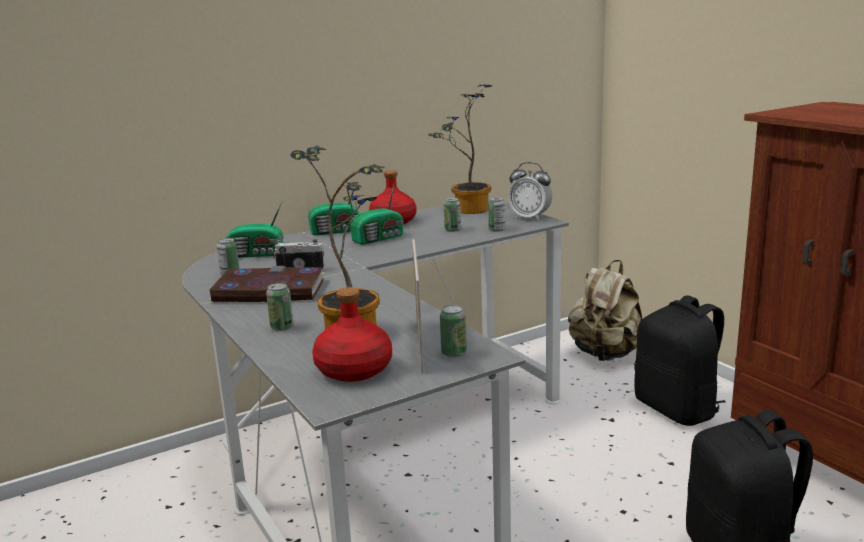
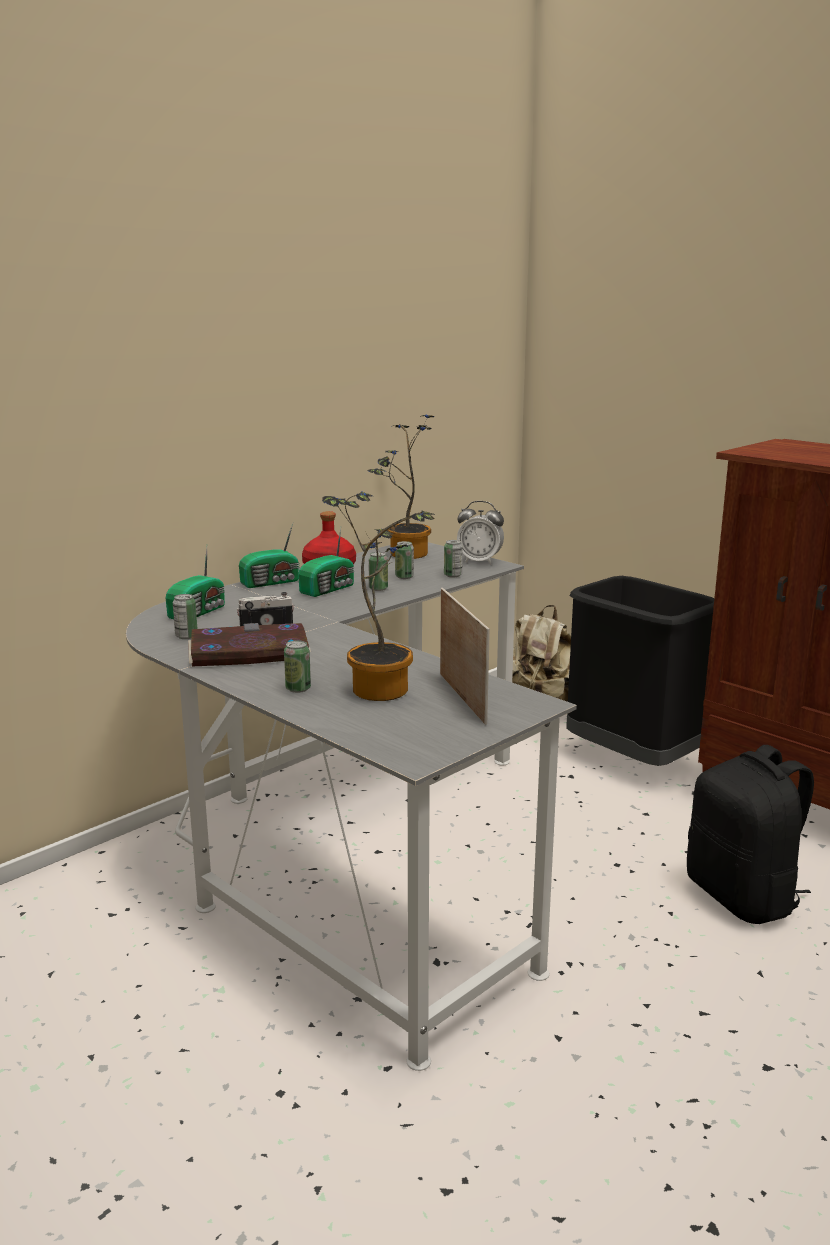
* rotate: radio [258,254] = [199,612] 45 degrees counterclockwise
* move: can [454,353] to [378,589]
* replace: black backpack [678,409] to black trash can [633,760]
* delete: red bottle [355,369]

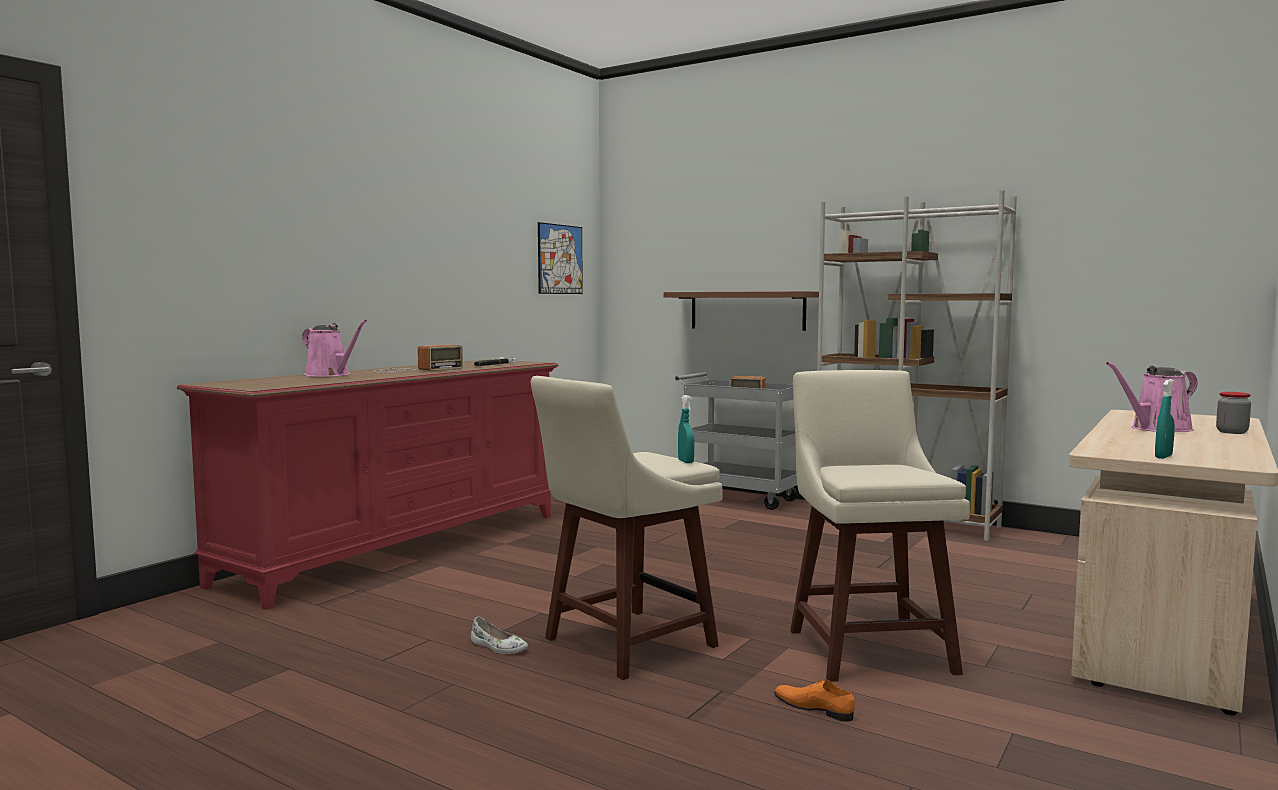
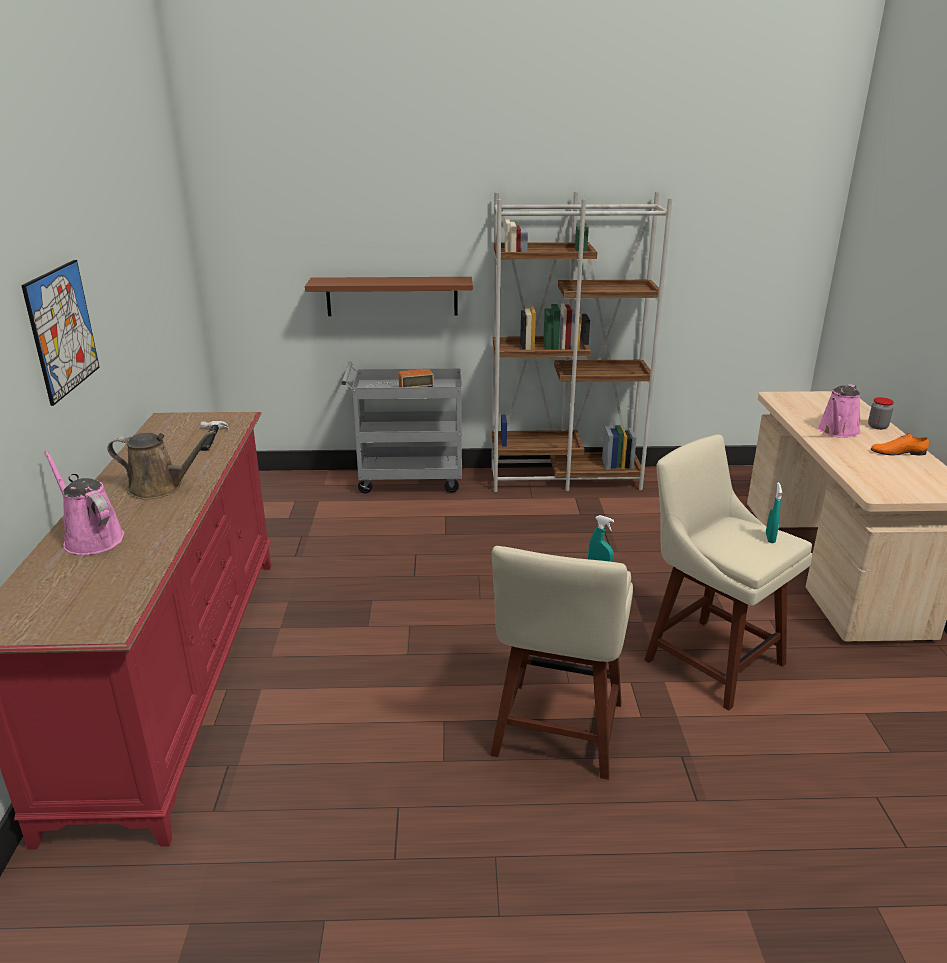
* move: picture [560,259] to [62,330]
* rotate: pink watering can [330,375] = [91,538] 135 degrees counterclockwise
* replace: radio [414,370] to brown watering can [160,488]
* move: turquoise spray bottle [1163,457] to [770,538]
* move: orange shoe [814,707] to [897,452]
* delete: white shoe [498,647]

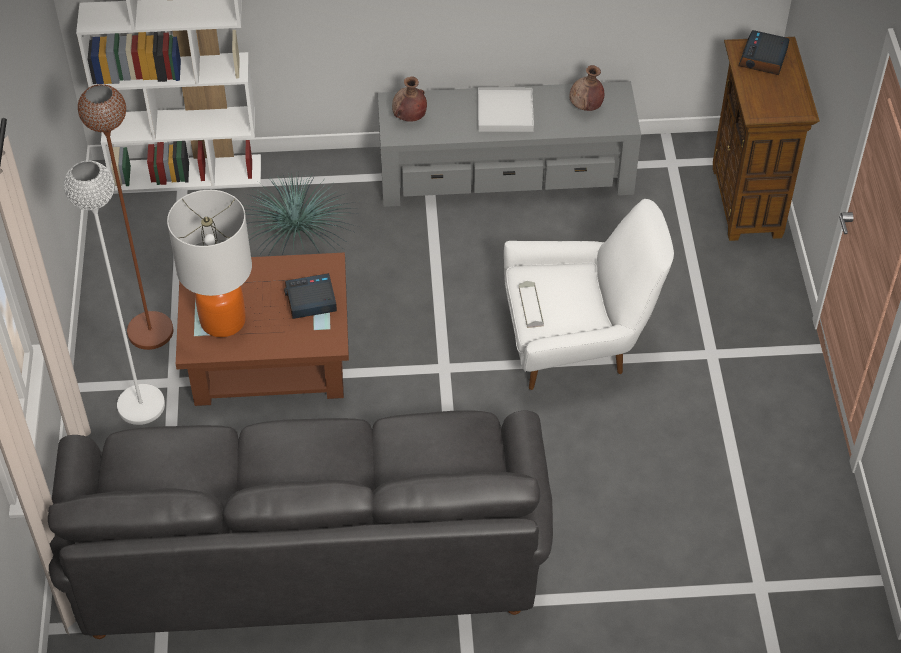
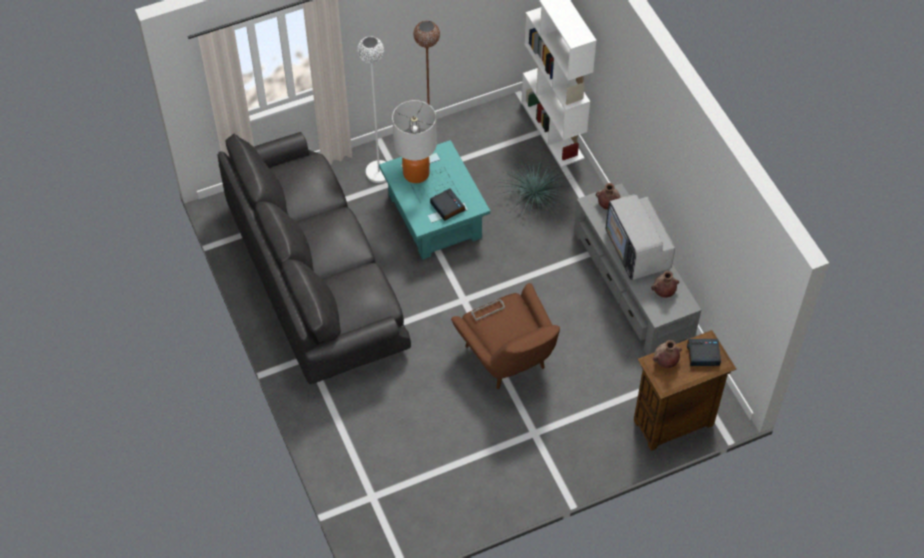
* recolor: brown coffee table [268,359] to turquoise coffee table [434,216]
* recolor: white armchair [576,345] to brown armchair [509,360]
* replace: white tray [505,112] to television [637,251]
* insert: brown vase [665,361]

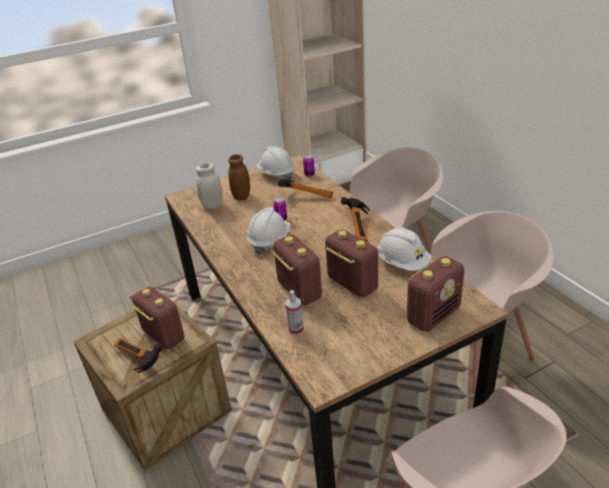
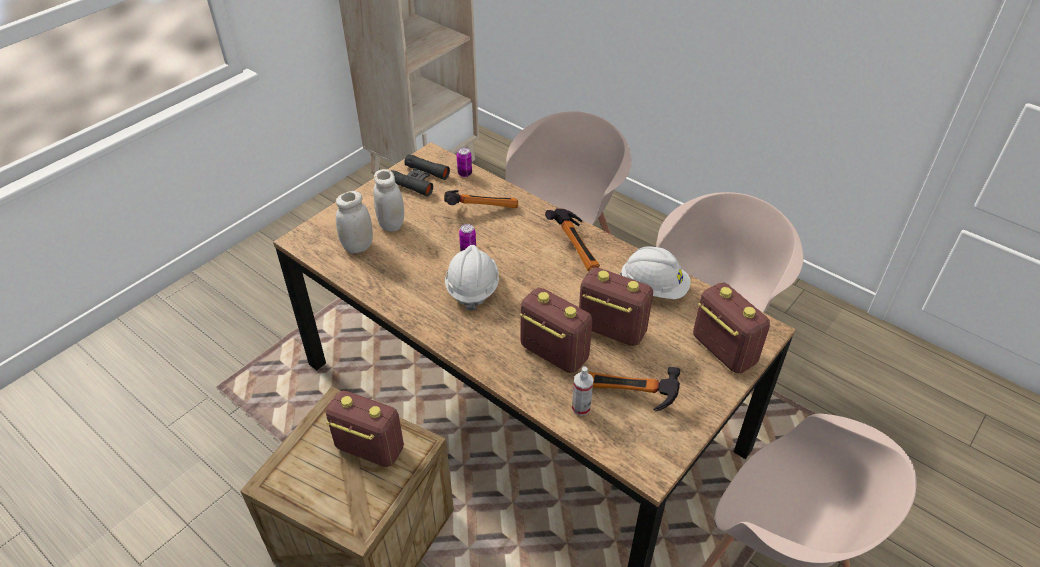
* recolor: brown jar [242,196] to white jar [391,224]
* replace: white hard hat [276,174] to black binoculars [419,180]
* move: hammer [135,361] to [629,398]
* rotate: radio [433,315] = [722,350] 60 degrees counterclockwise

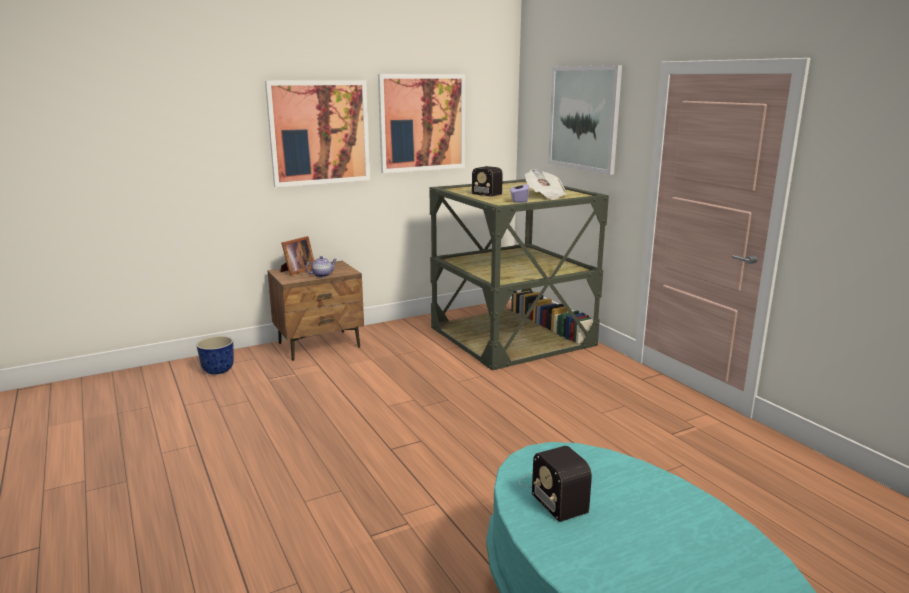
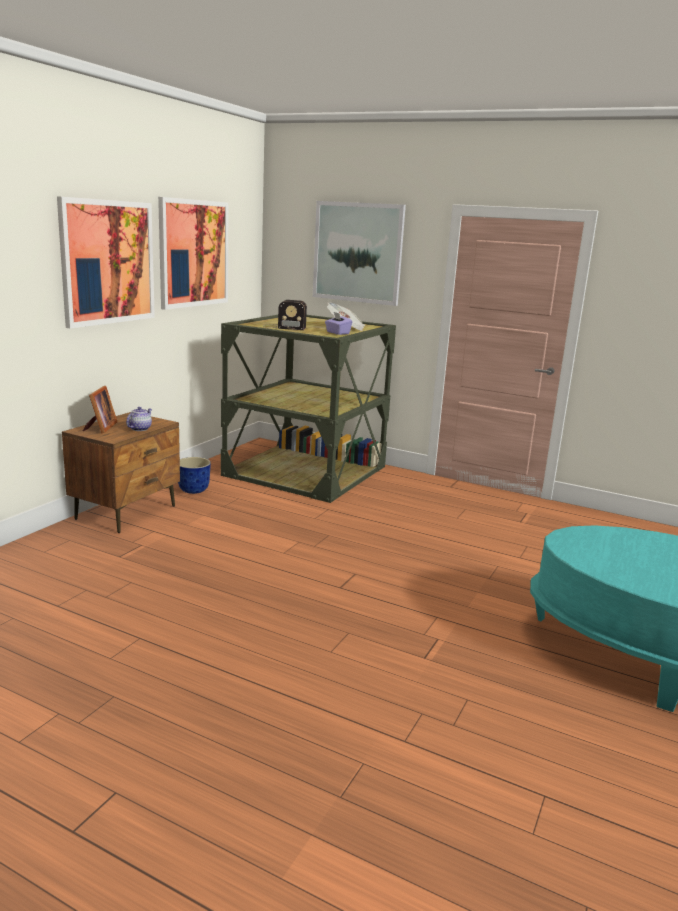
* move: planter [217,370] to [193,490]
* delete: radio [552,492]

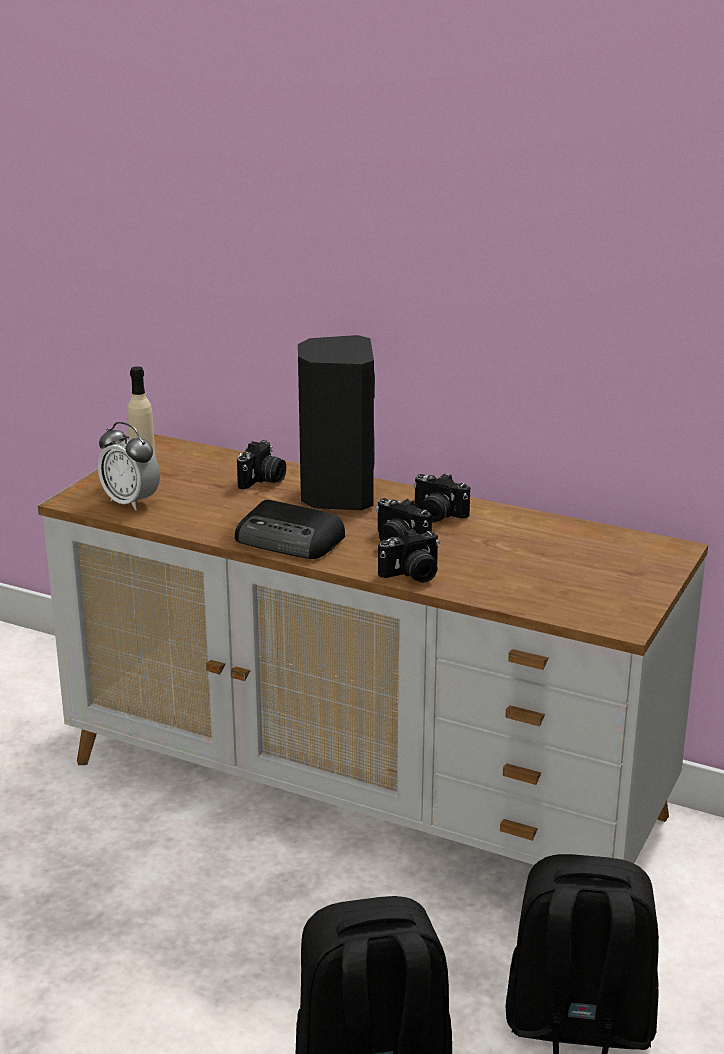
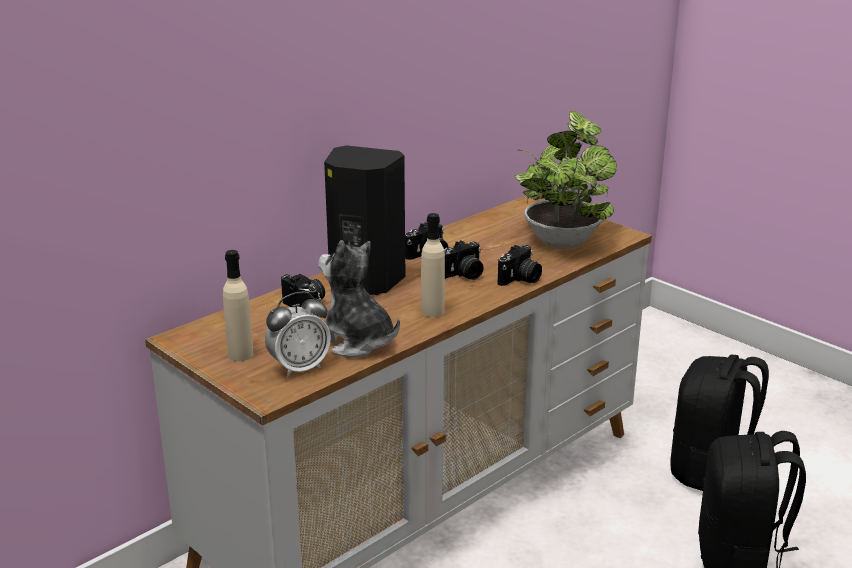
* insert: plush toy [356,342]
* replace: radio [290,540] to beige bottle [432,311]
* rotate: photo camera [412,575] = [520,279] 45 degrees clockwise
* insert: potted plant [562,239]

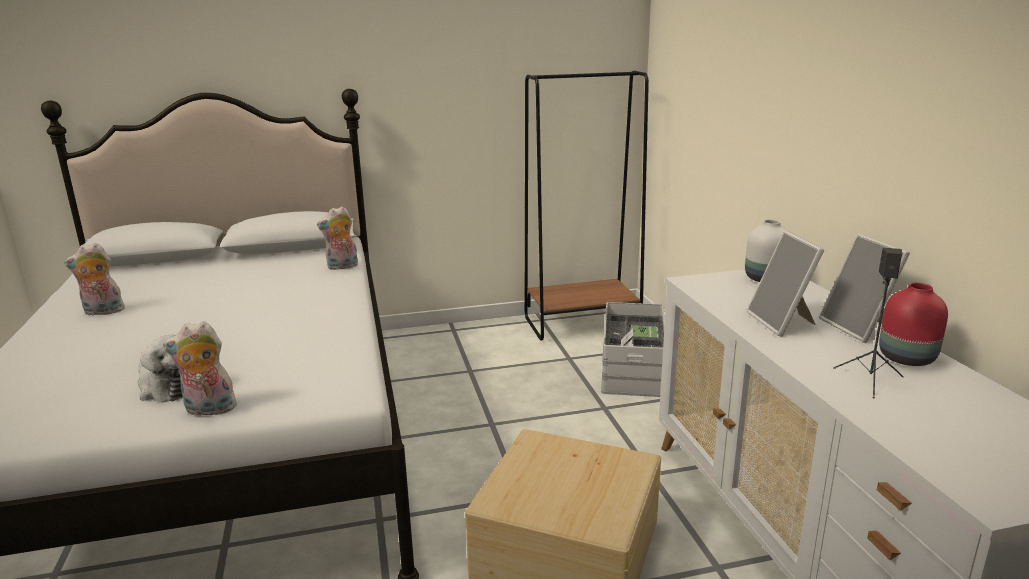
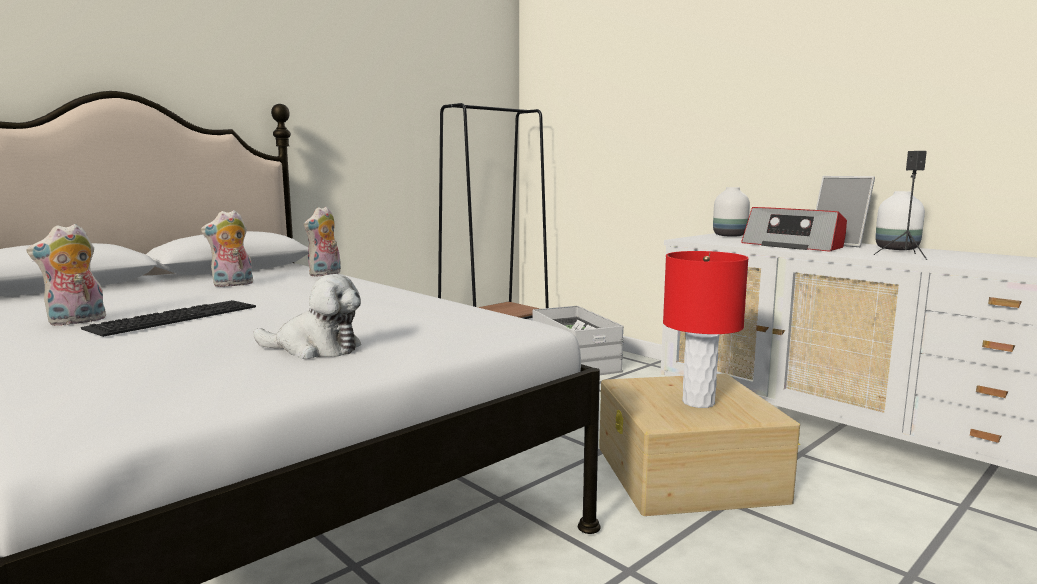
* insert: keyboard [174,316]
* move: plush toy [208,410] to [232,285]
* insert: red table lamp [698,402]
* replace: picture frame [782,323] to radio [793,246]
* recolor: red vase [906,358] to white vase [895,249]

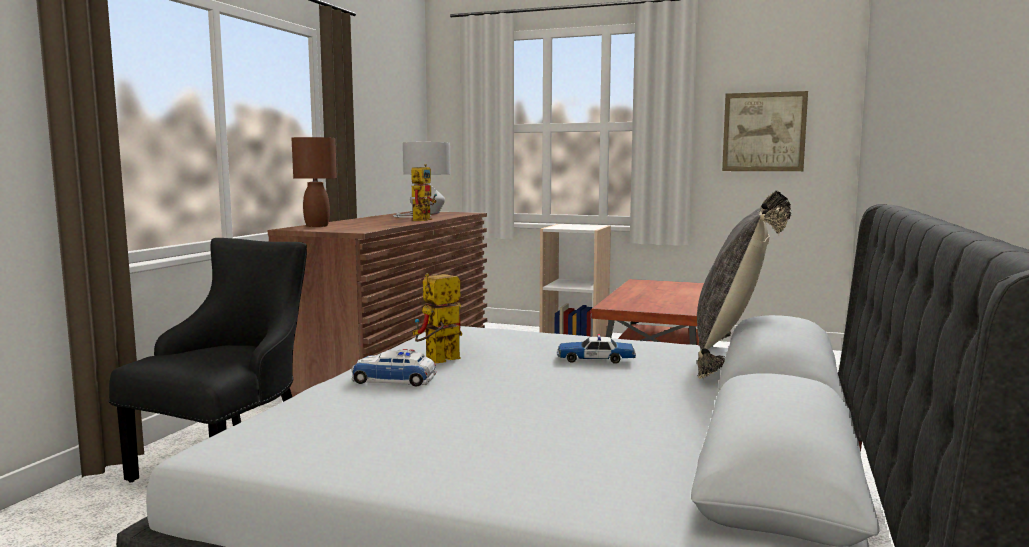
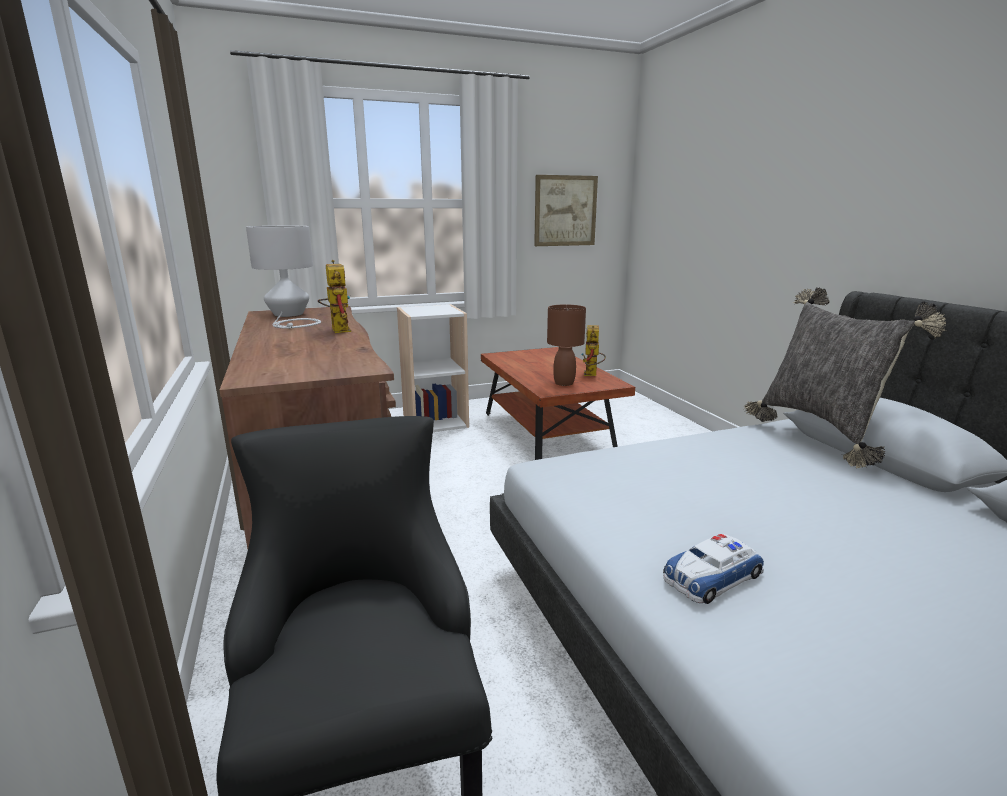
* move: brown table lamp [317,226] to [564,383]
* move: toy robot [437,361] to [592,375]
* delete: toy car [595,359]

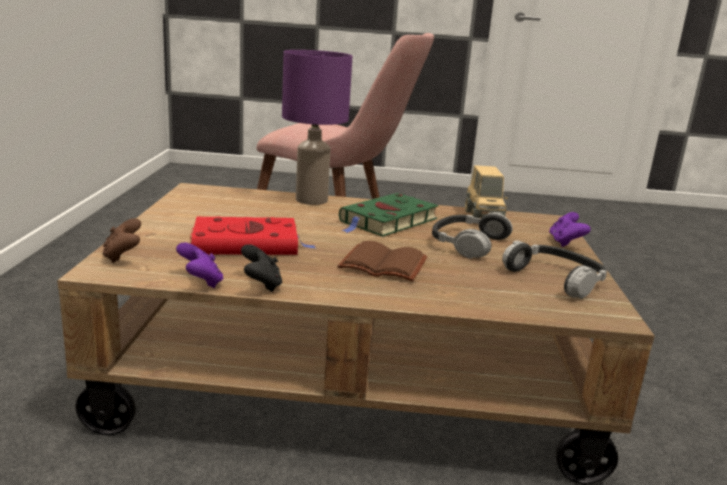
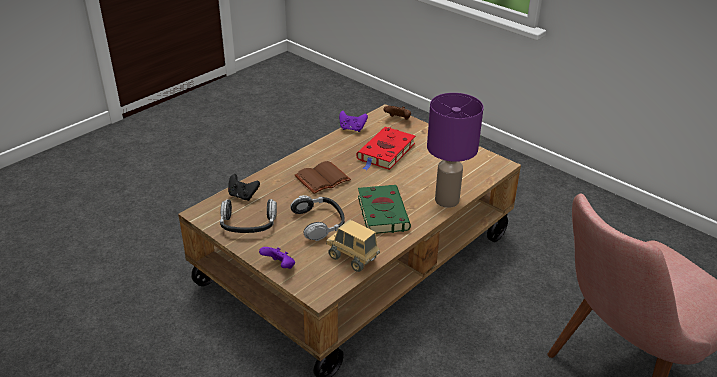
* move: black game controller [261,285] to [243,196]

